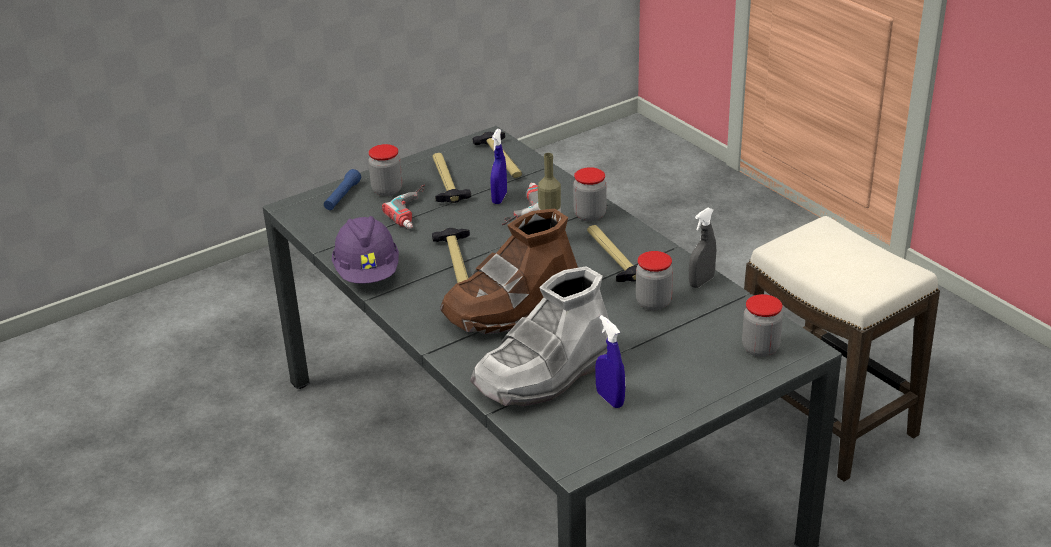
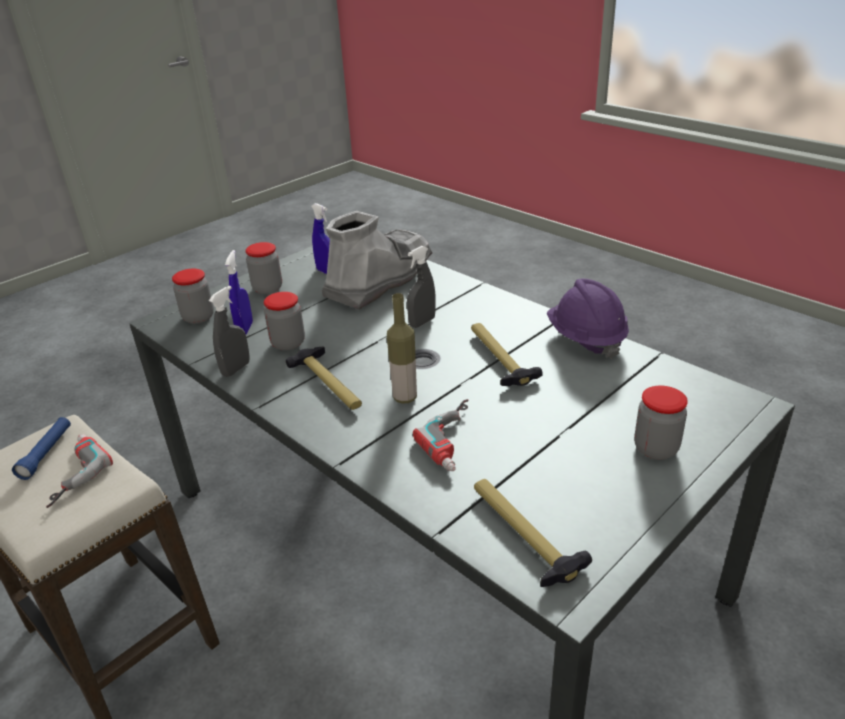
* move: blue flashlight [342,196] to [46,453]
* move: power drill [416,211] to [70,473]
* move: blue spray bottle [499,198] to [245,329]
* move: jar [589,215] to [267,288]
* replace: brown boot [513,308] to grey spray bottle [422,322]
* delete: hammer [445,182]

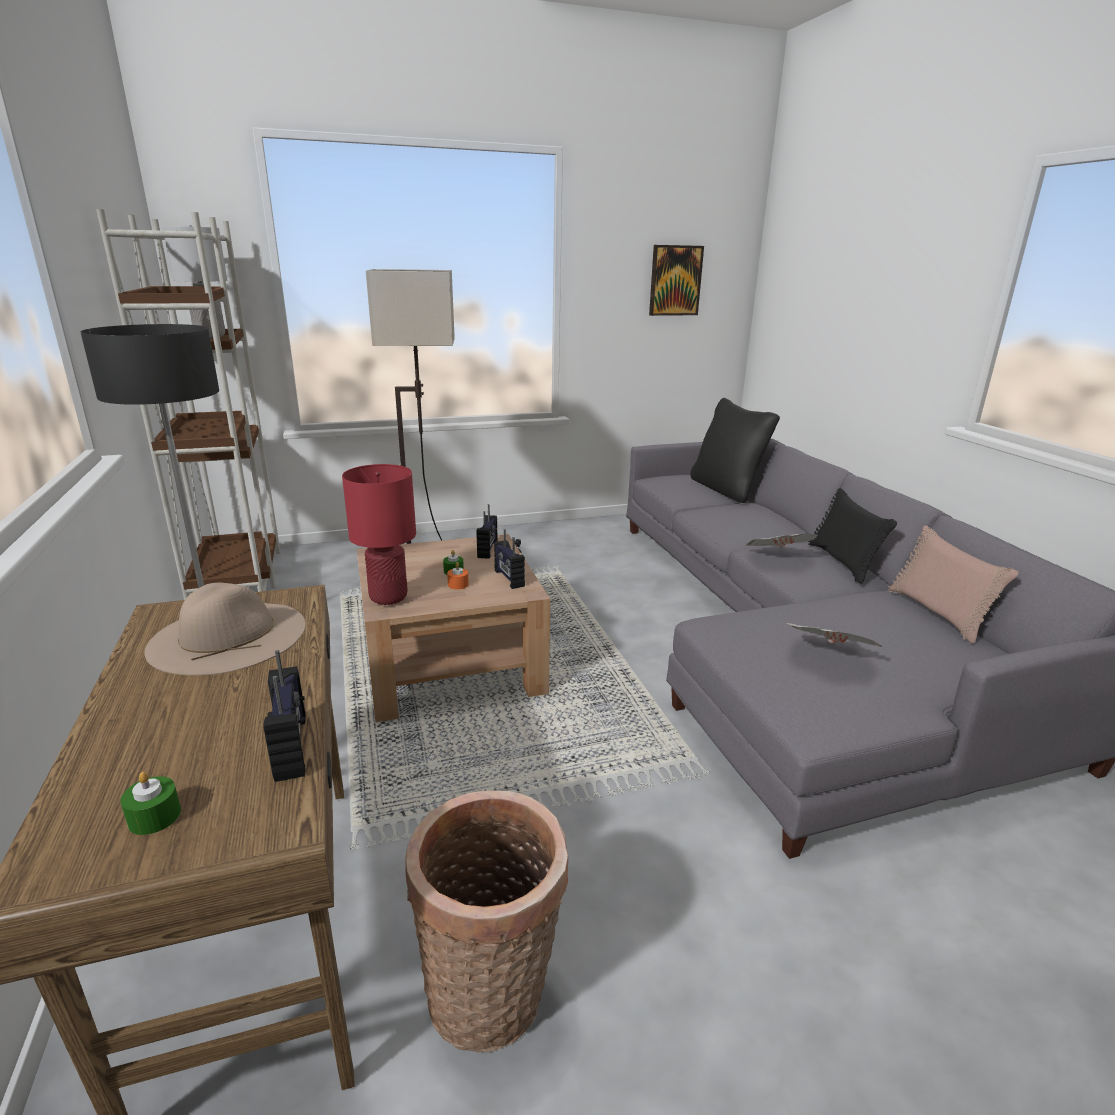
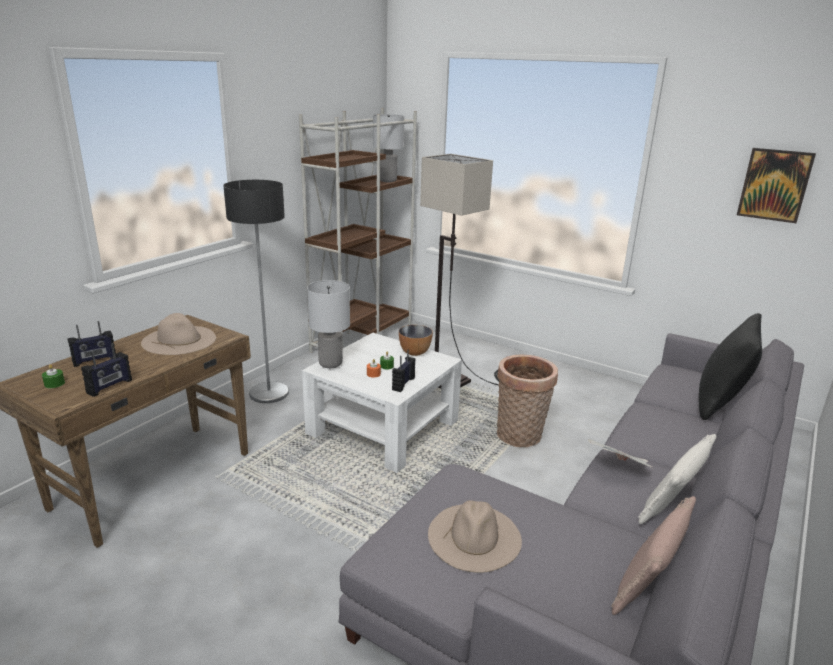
* move: radio [488,550] to [95,360]
* recolor: brown coffee table [451,663] to white coffee table [383,427]
* recolor: red table lamp [389,599] to grey table lamp [331,365]
* insert: bowl [414,352]
* replace: newspaper [829,656] to beige hat [474,536]
* move: basket [492,997] to [520,437]
* recolor: black pillow [843,562] to white pillow [671,504]

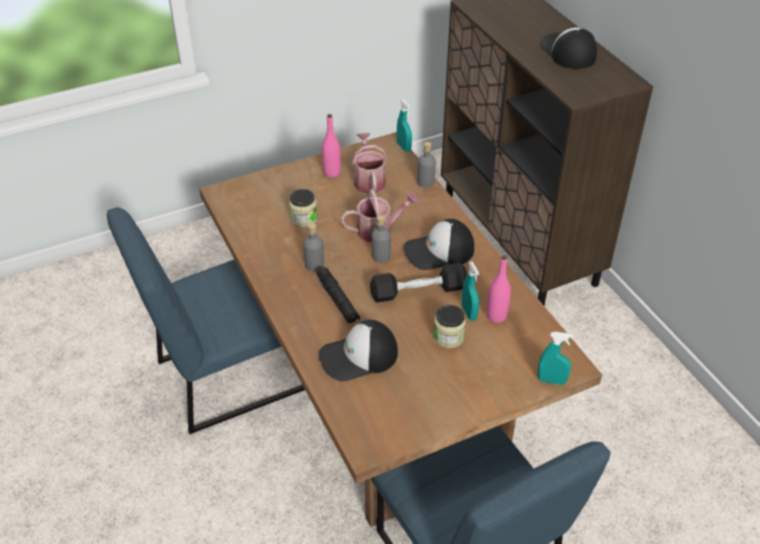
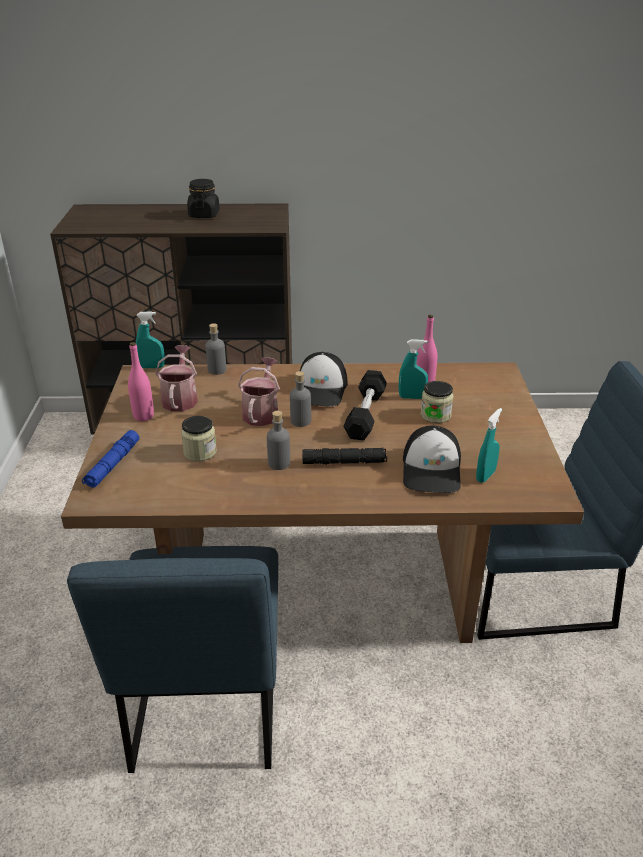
* insert: blue flashlight [113,465]
* rotate: watering can [368,180] = [180,398] 75 degrees clockwise
* replace: cap [567,52] to black jar [204,215]
* move: turquoise spray bottle [551,380] to [485,476]

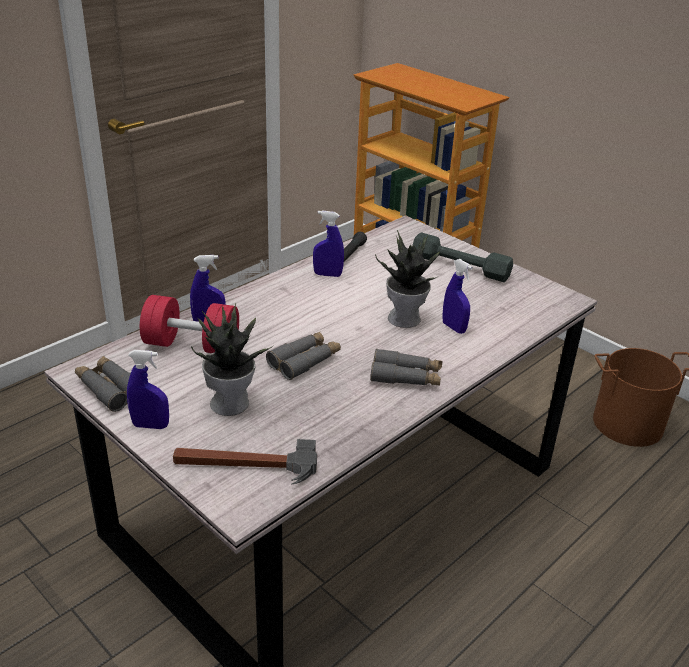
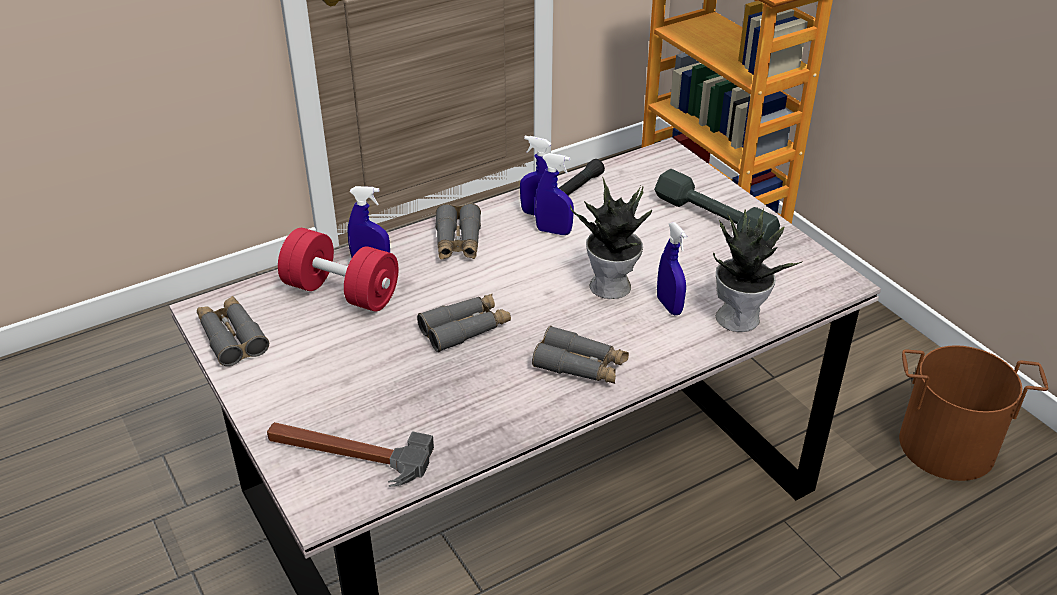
* insert: grey binoculars [458,242]
* move: blue spray bottle [150,425] to [553,231]
* move: potted plant [231,403] to [739,317]

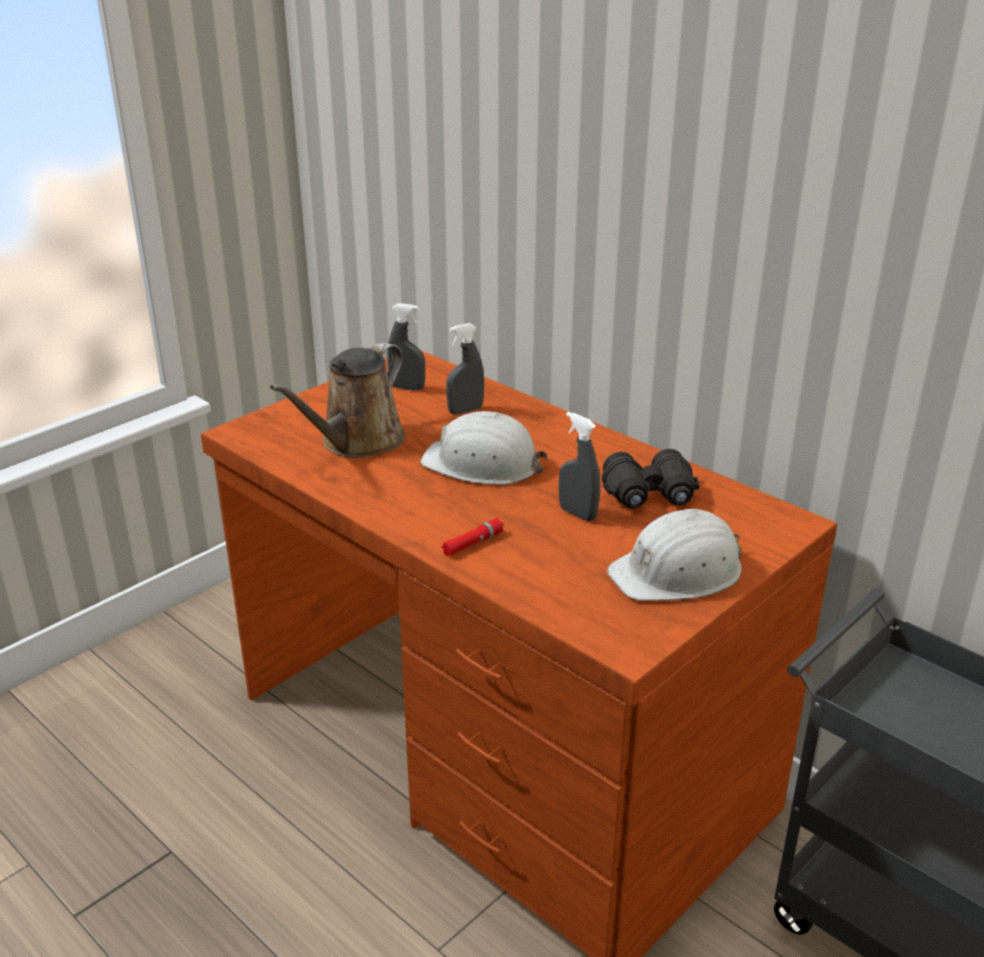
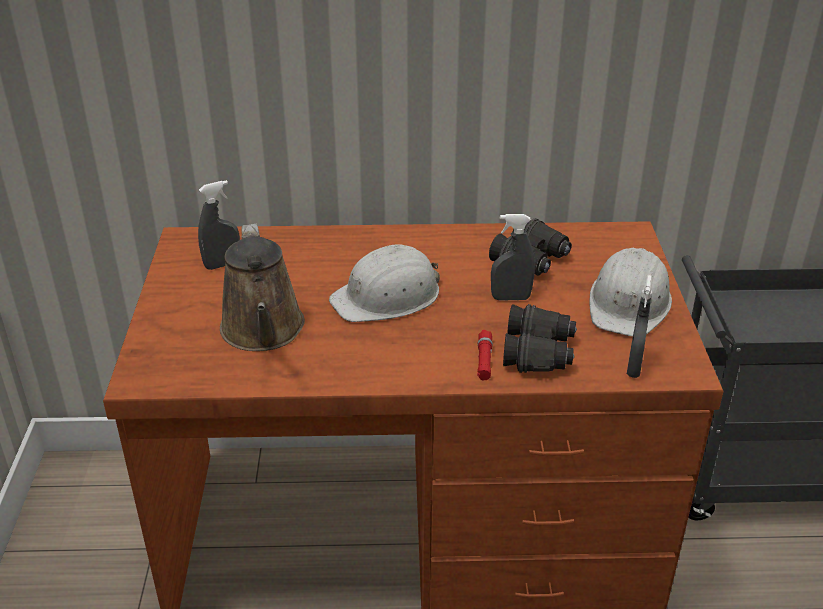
* insert: black binoculars [538,352]
* move: grey spray bottle [465,411] to [634,367]

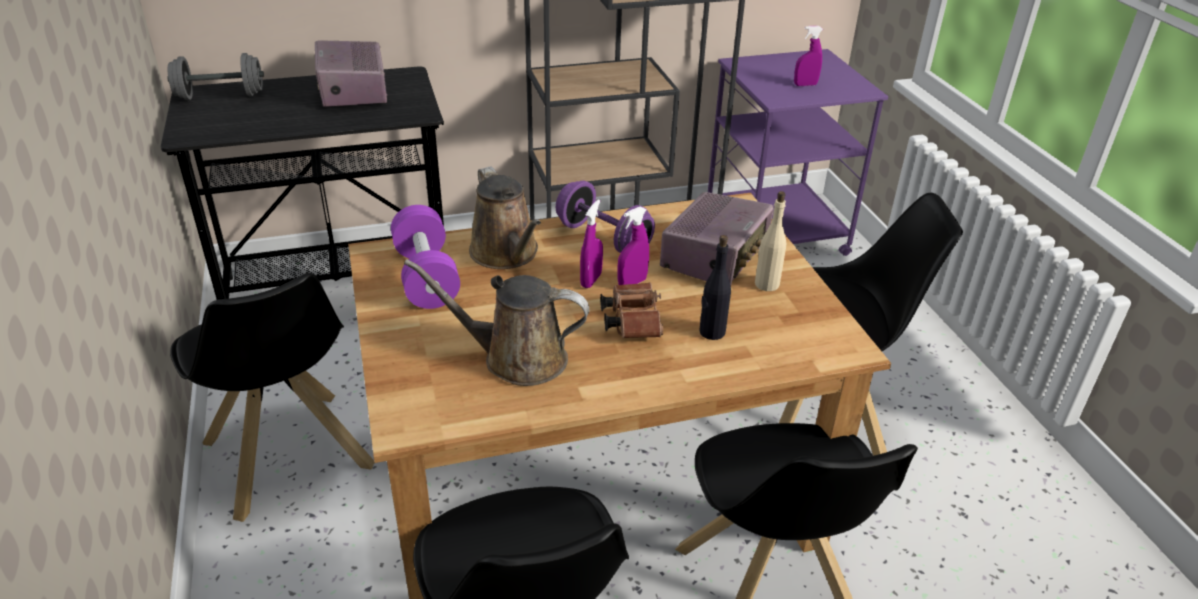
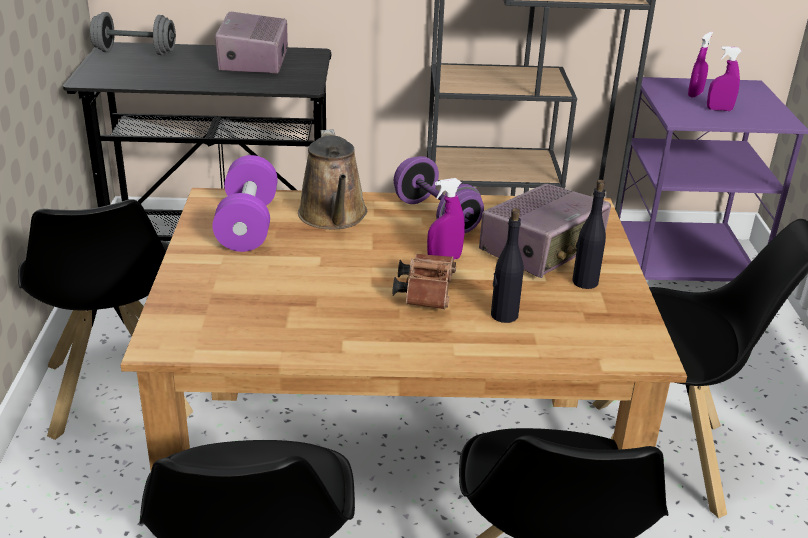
* recolor: beige bottle [766,284] to black bottle [584,282]
* move: purple spray bottle [591,280] to [695,94]
* delete: brown watering can [516,358]

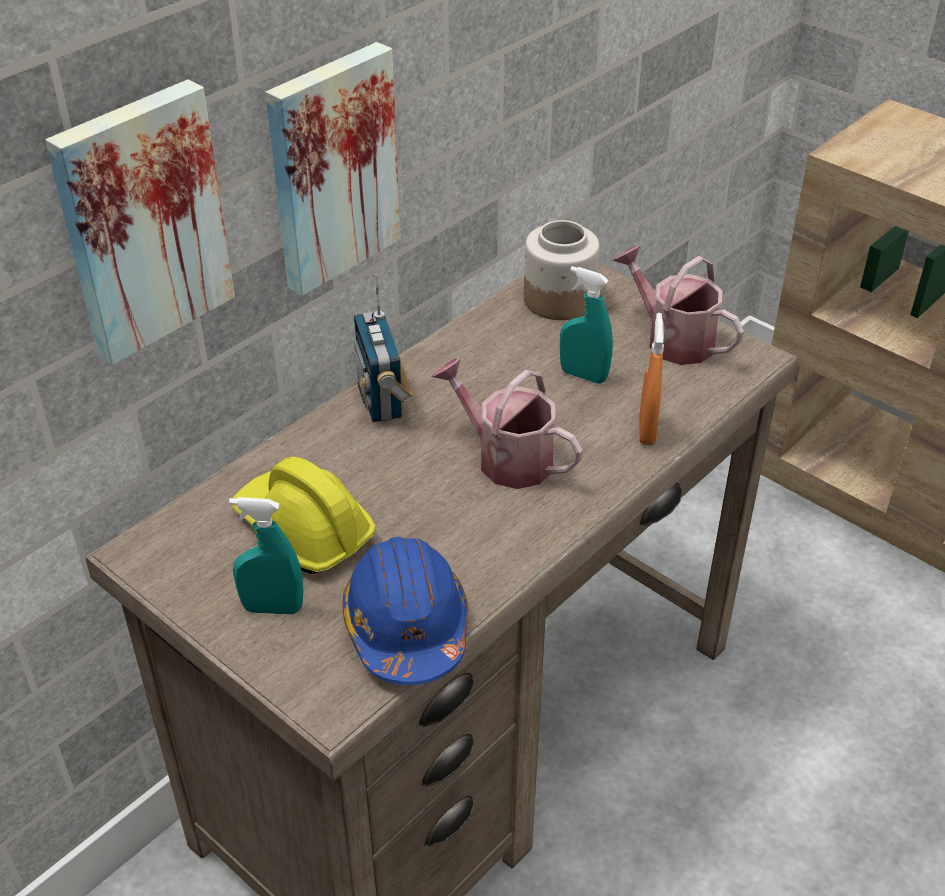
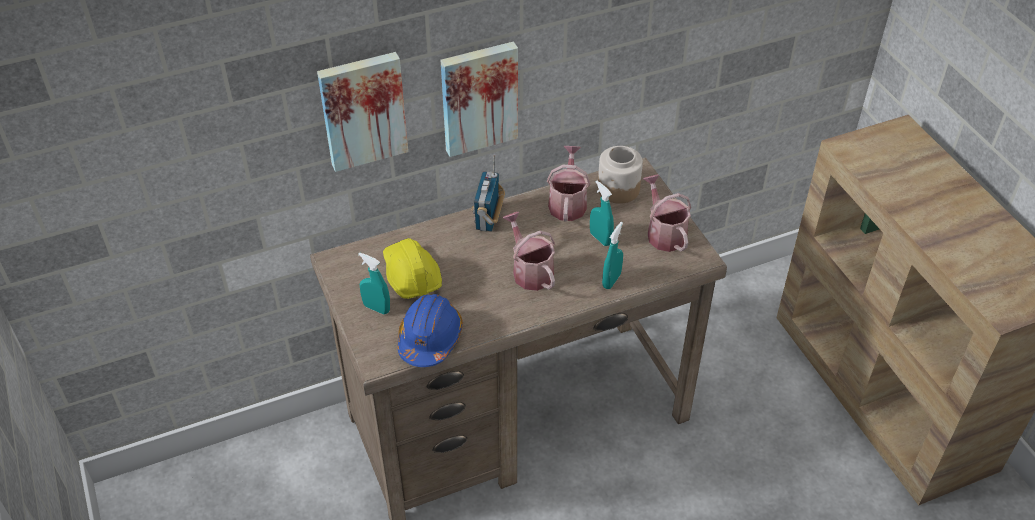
* insert: watering can [567,203]
* recolor: orange spray bottle [647,431] to turquoise spray bottle [611,280]

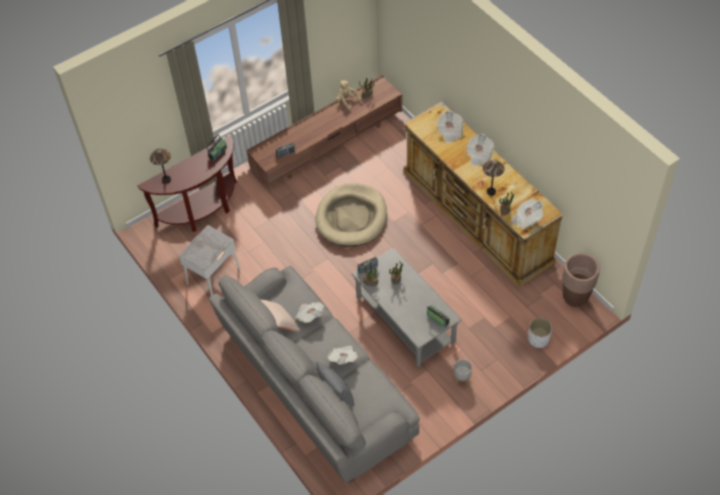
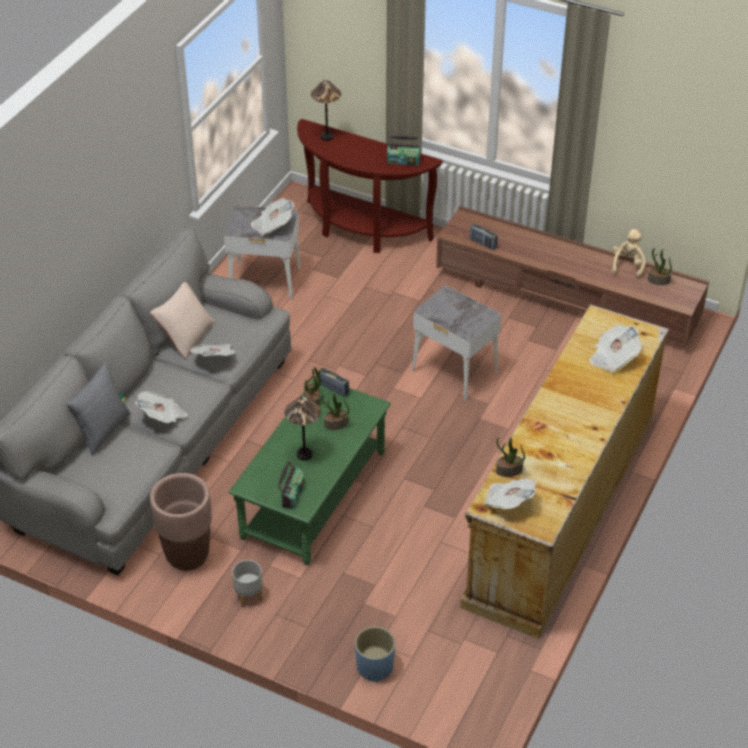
* move: brown planter [575,297] to [187,555]
* recolor: grey coffee table [405,320] to green coffee table [314,494]
* move: newspaper [479,155] to [272,225]
* move: table lamp [491,191] to [305,454]
* recolor: white planter [538,339] to blue planter [375,667]
* replace: beige dog bed [351,217] to side table [455,372]

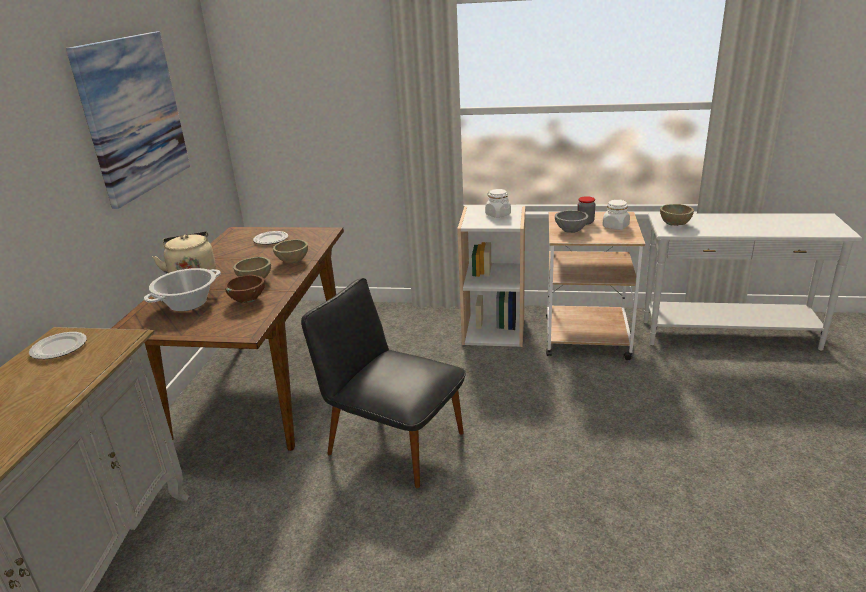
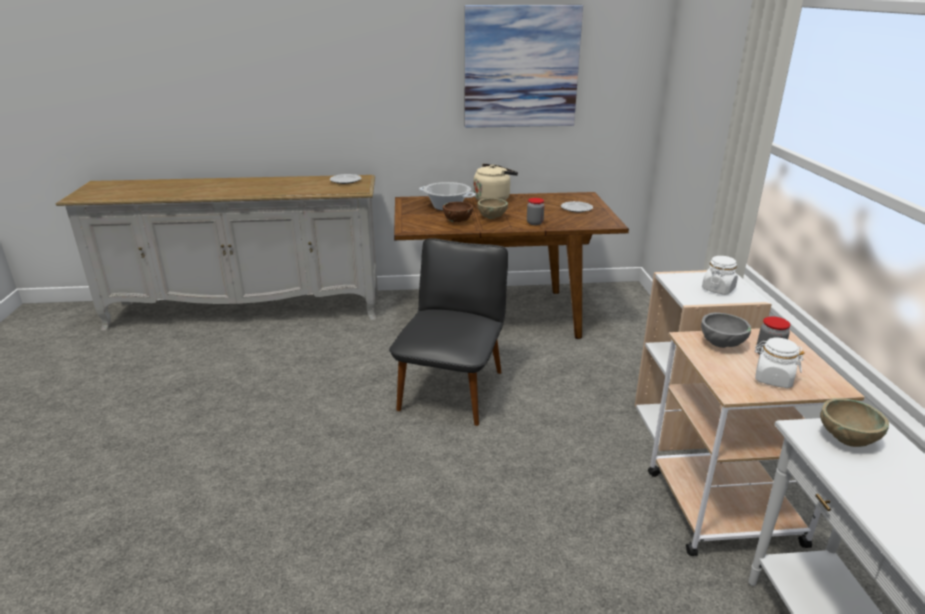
* replace: beige bowl [293,262] to jar [534,223]

